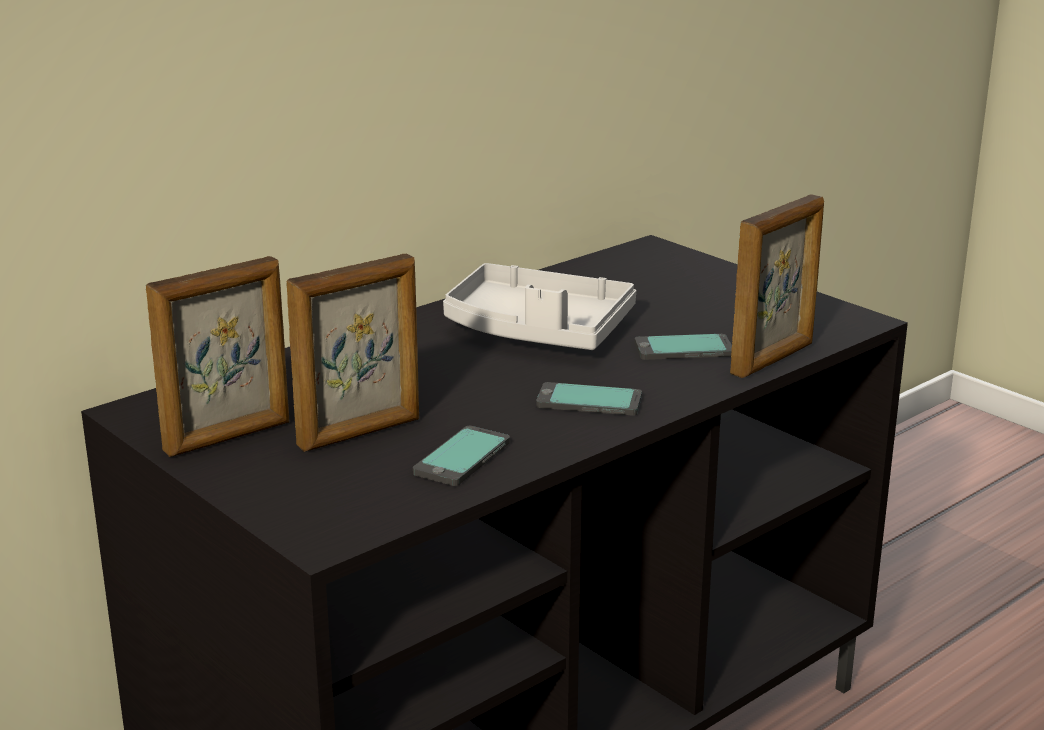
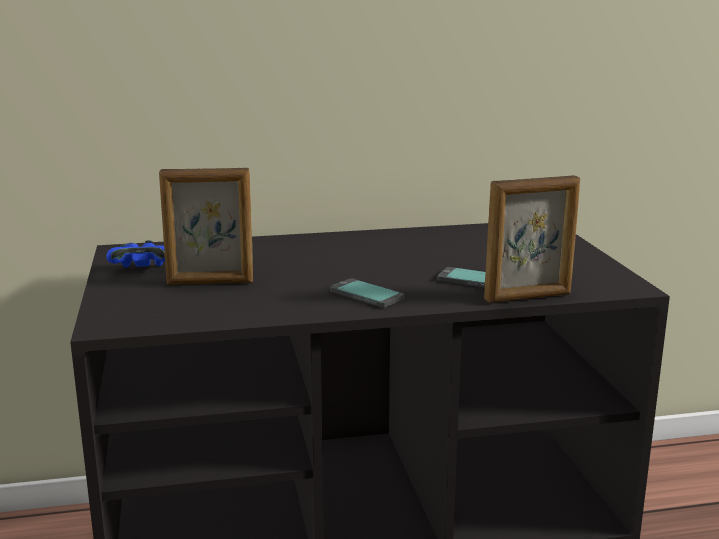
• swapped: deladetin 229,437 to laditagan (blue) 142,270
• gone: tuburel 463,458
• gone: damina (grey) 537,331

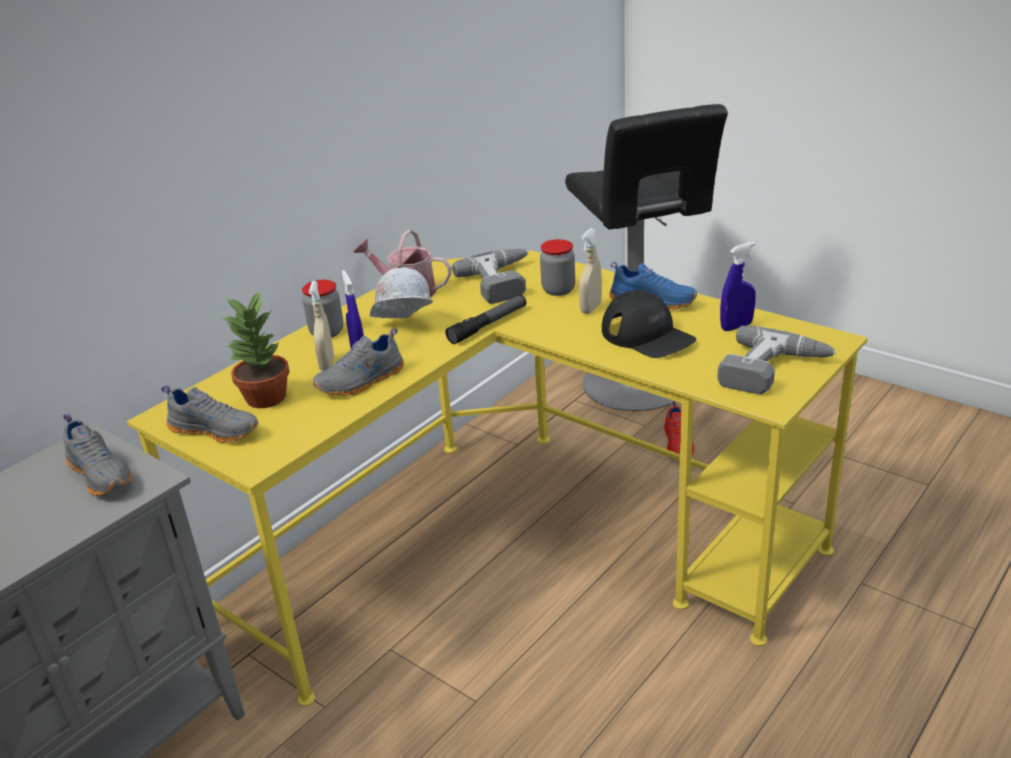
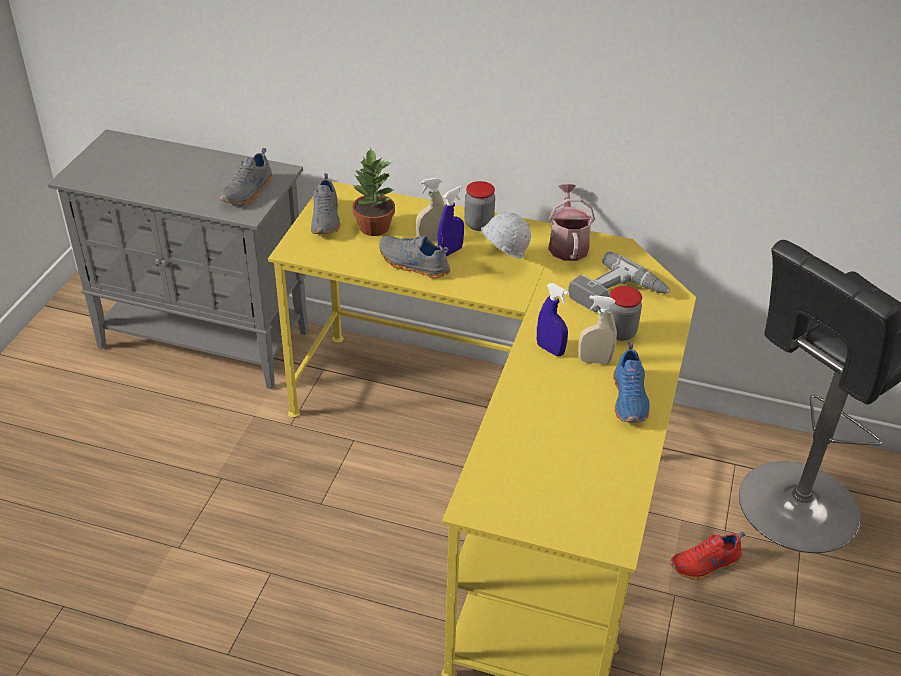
• gone: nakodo 488,325
• gone: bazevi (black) 647,336
• gone: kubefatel 774,371
• shifted: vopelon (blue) 736,326 to 550,349

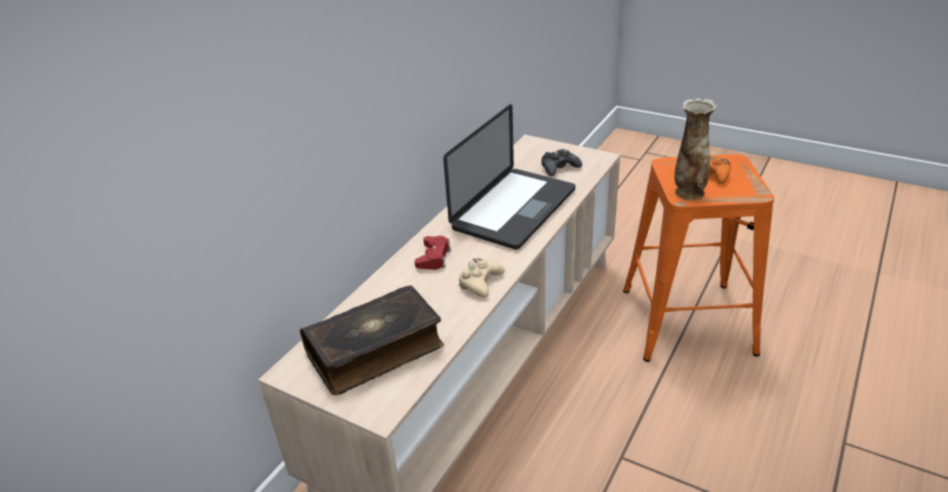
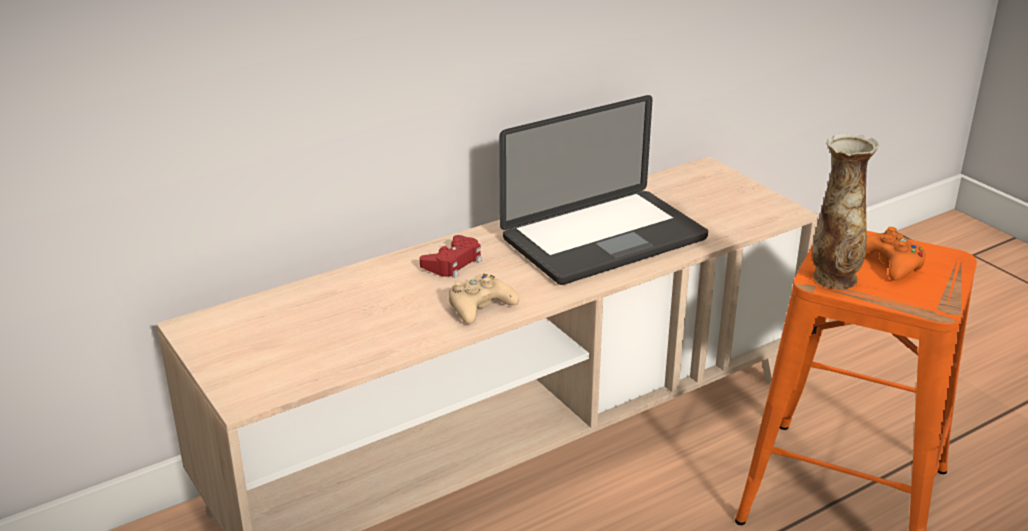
• gone: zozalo 375,350
• gone: laditagan (black) 559,167

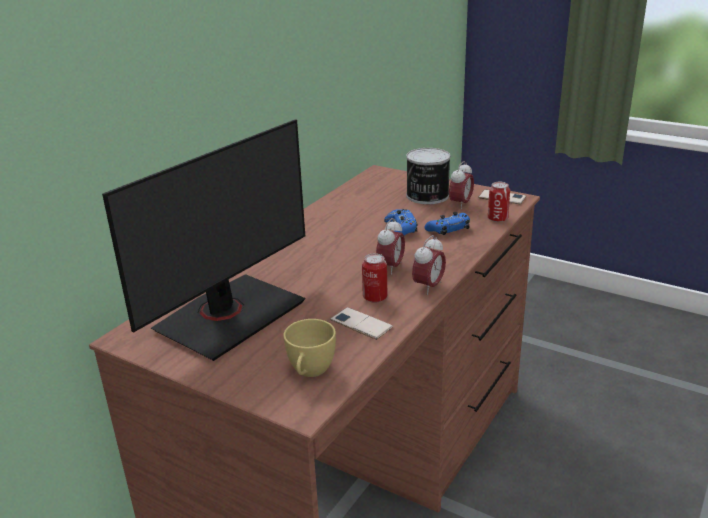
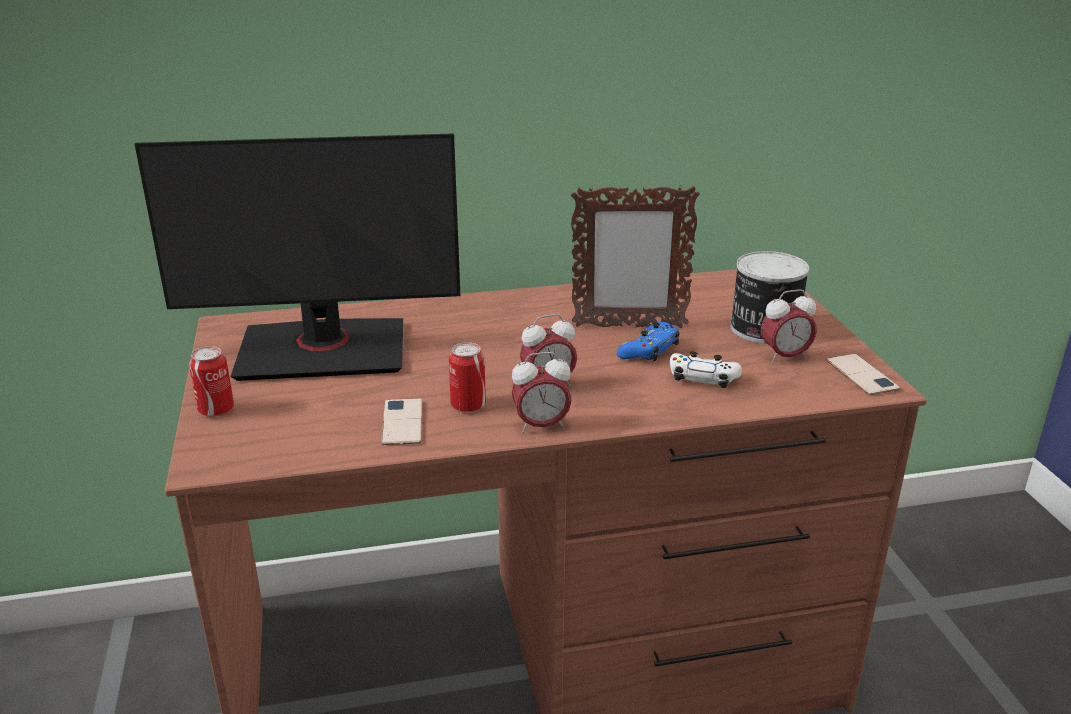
• gone: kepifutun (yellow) 310,372
• repainted: laditagan (blue) 448,229 to laditagan (white) 703,378
• shifted: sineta 497,219 to 216,409
• new: deladetin 628,326

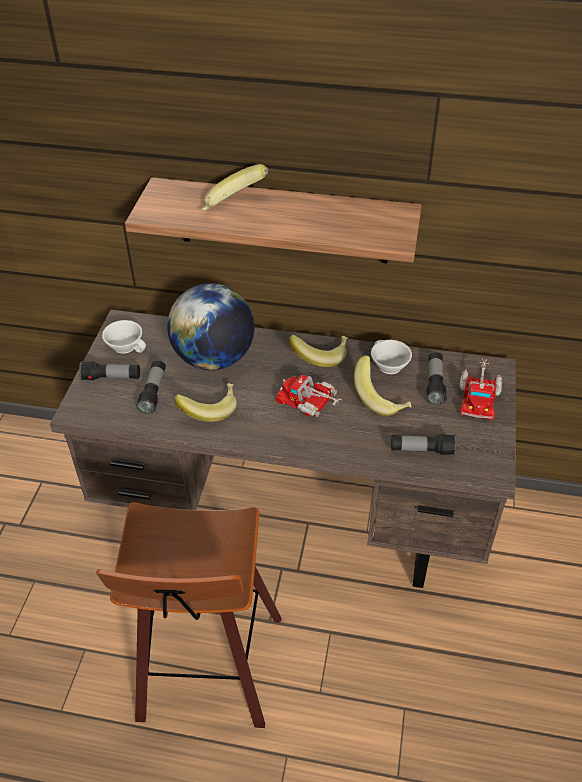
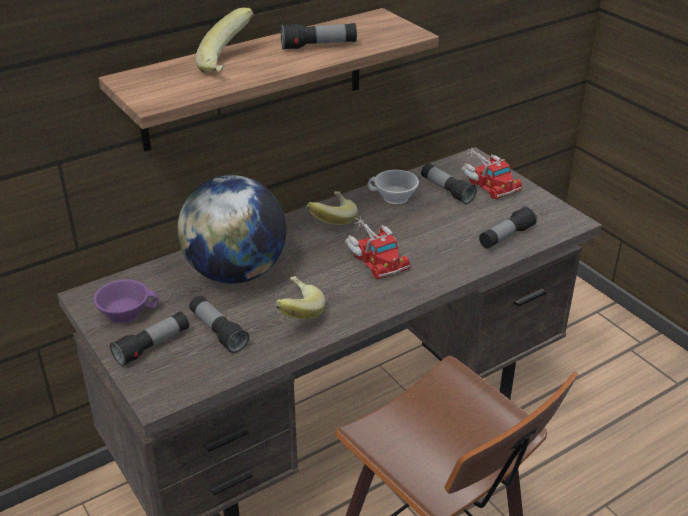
• repainted: kepifutun (white) 126,345 to kepifutun (purple) 126,312
• rotated: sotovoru 310,403 = 375,256 105 degrees counterclockwise
• gone: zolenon 381,398
• new: nakodo 319,46

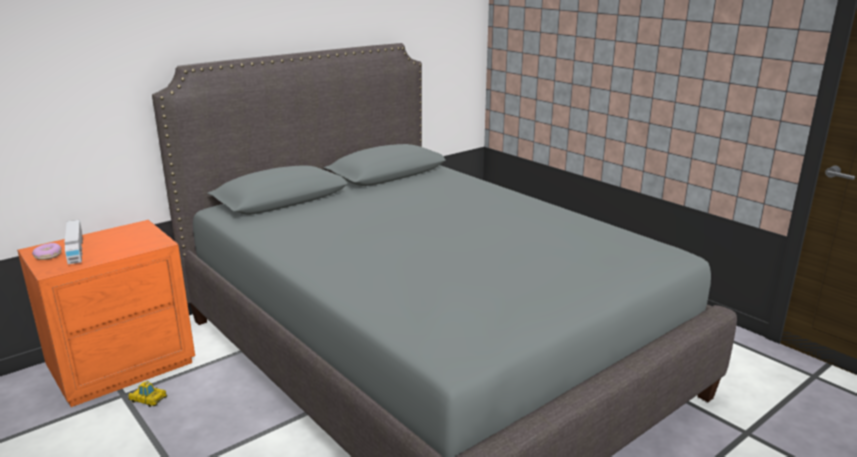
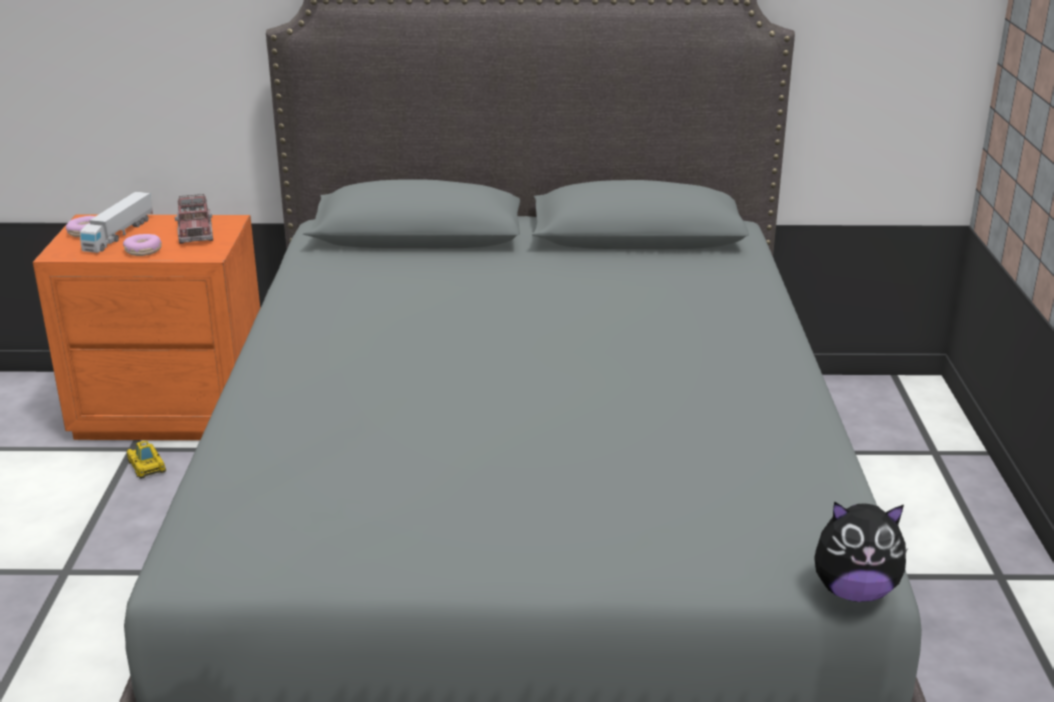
• new: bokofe 143,251
• new: sotovoru 195,232
• new: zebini 854,591

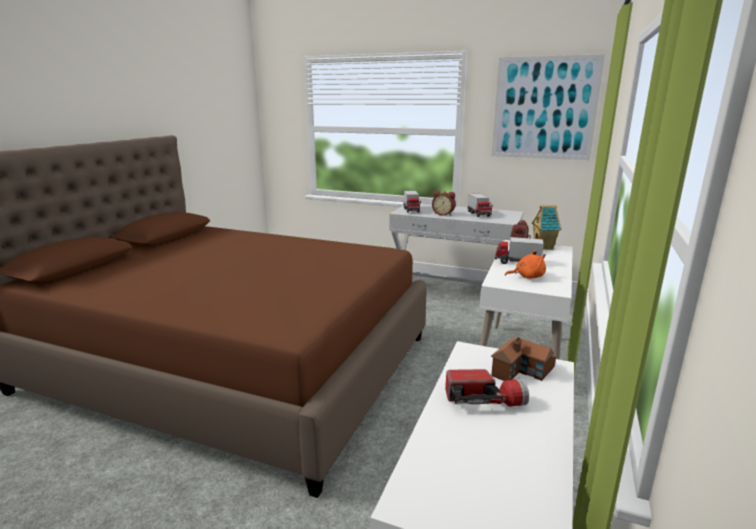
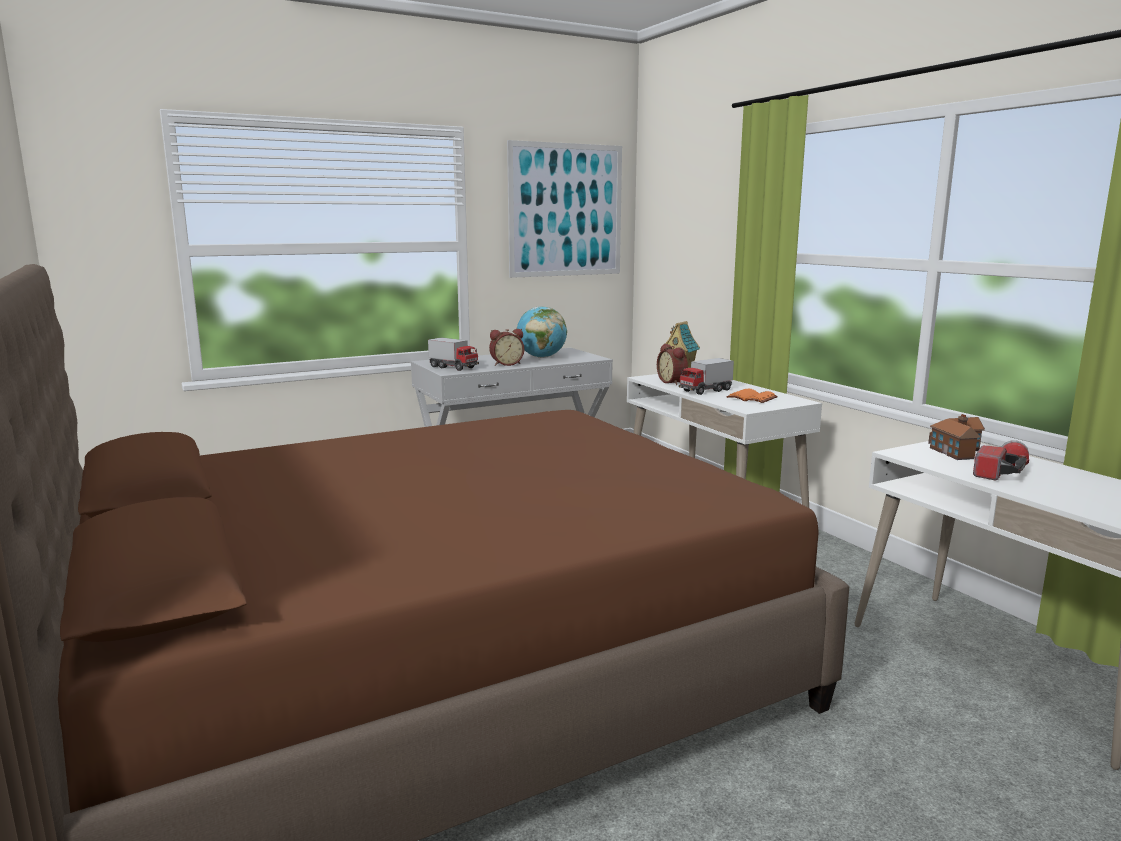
• swapped: sotovoru 479,214 to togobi 541,357
• swapped: zebini (orange) 527,277 to zozalo (orange) 750,398

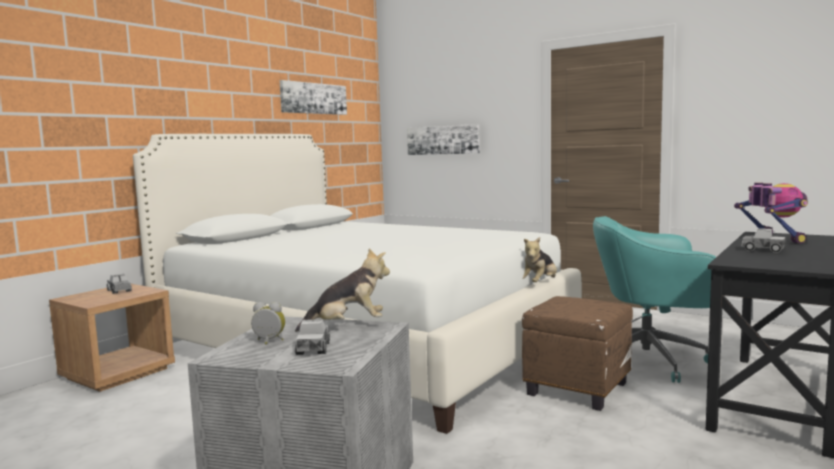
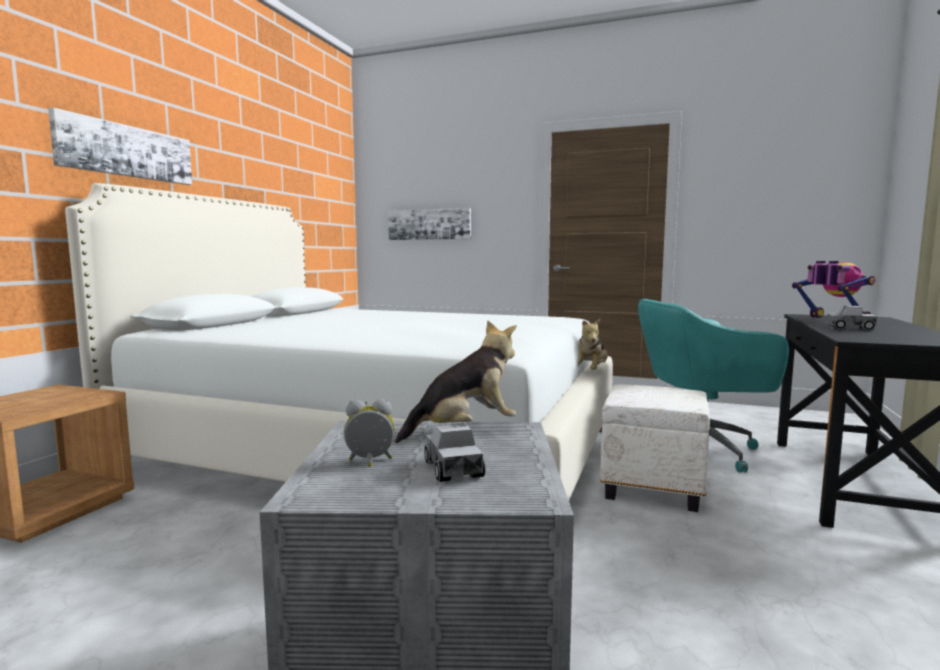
• gone: sotovoru 119,290
• shifted: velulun 313,98 to 126,151
• repainted: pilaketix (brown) 577,388 to pilaketix (white) 651,486

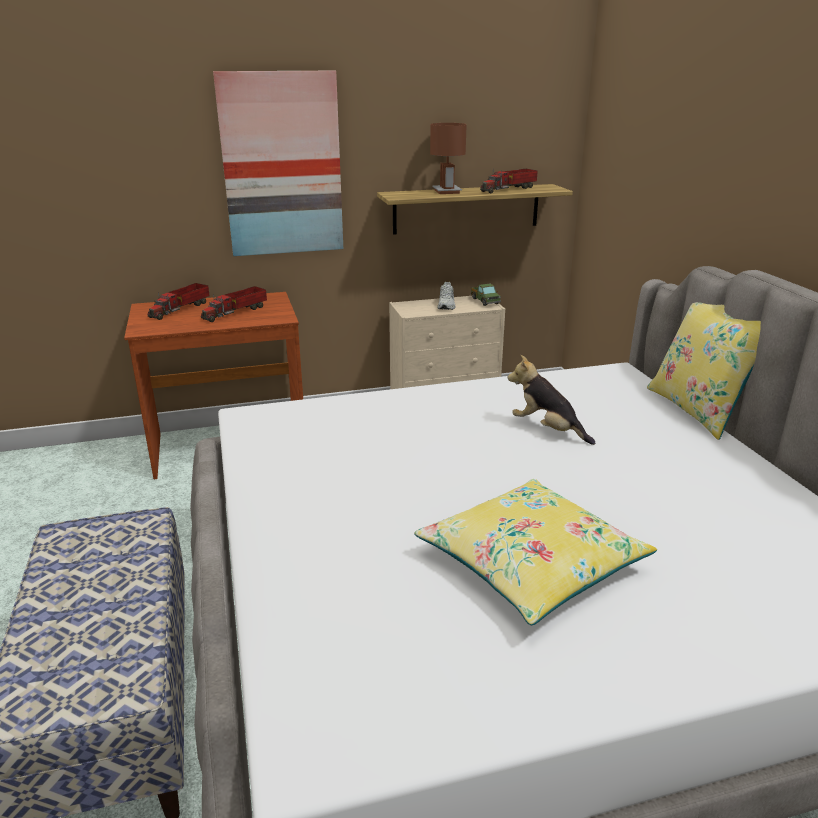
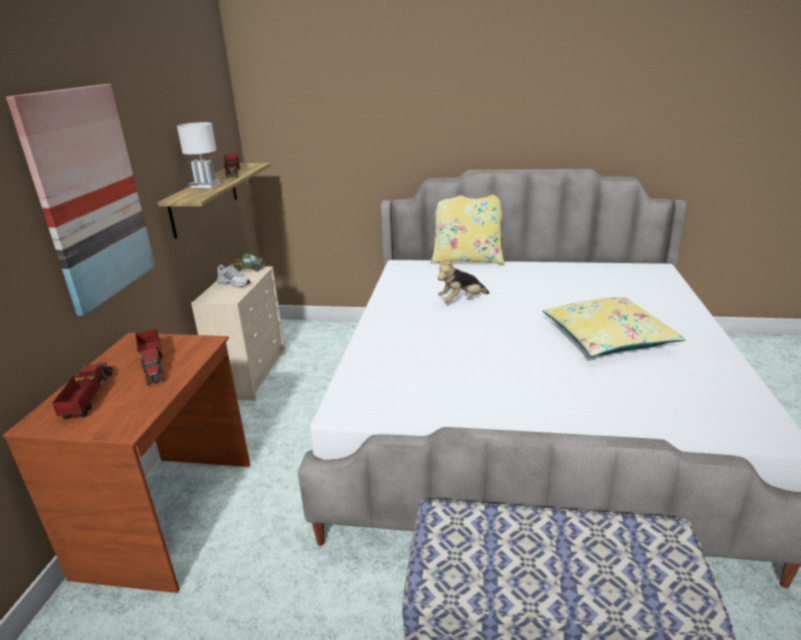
• rotated: sotovoru 181,309 = 88,397 150 degrees counterclockwise
• repainted: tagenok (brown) 446,191 to tagenok (white) 205,185

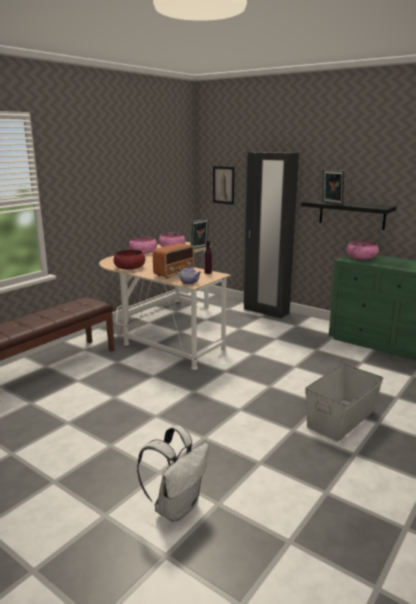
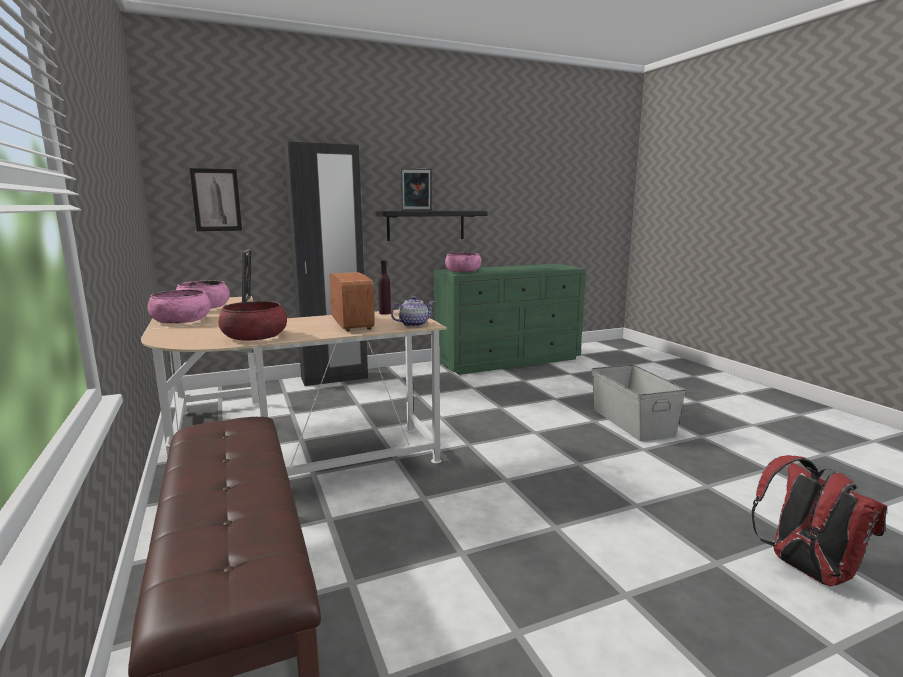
• repainted: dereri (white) 176,507 to dereri (red) 805,570

